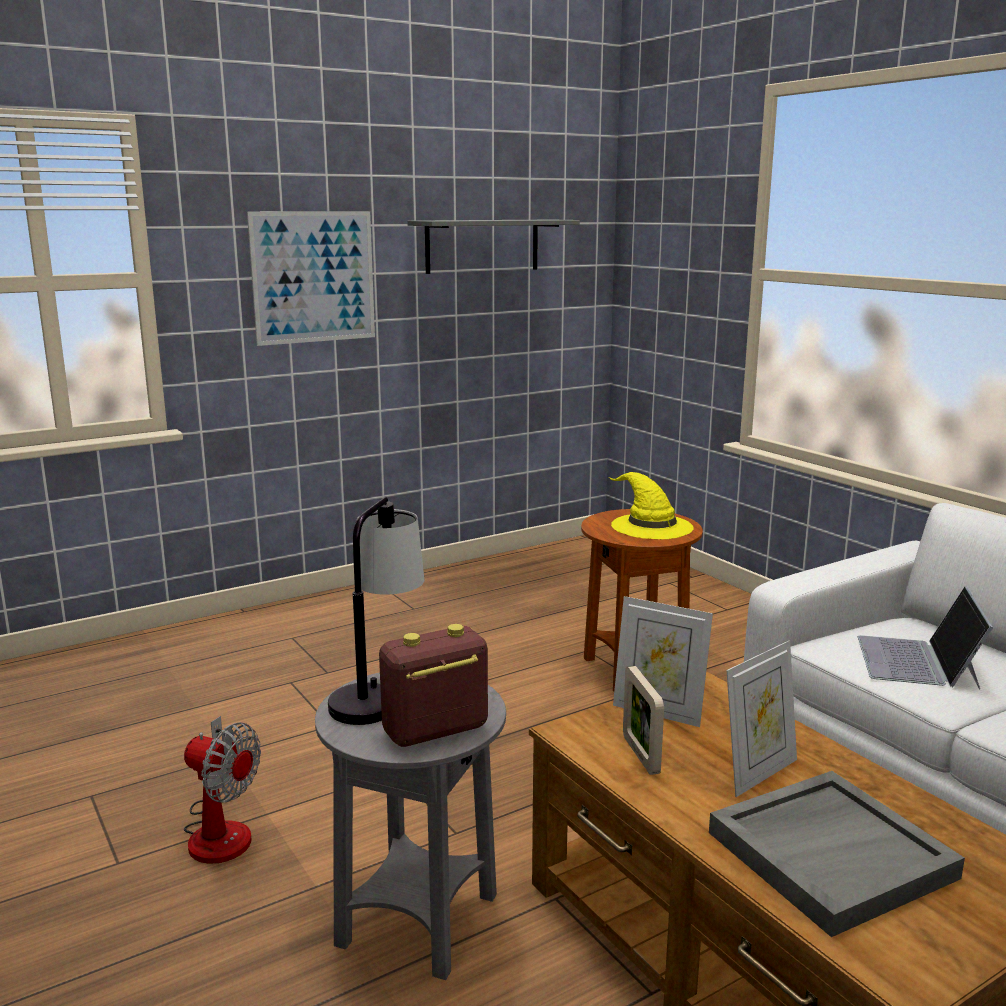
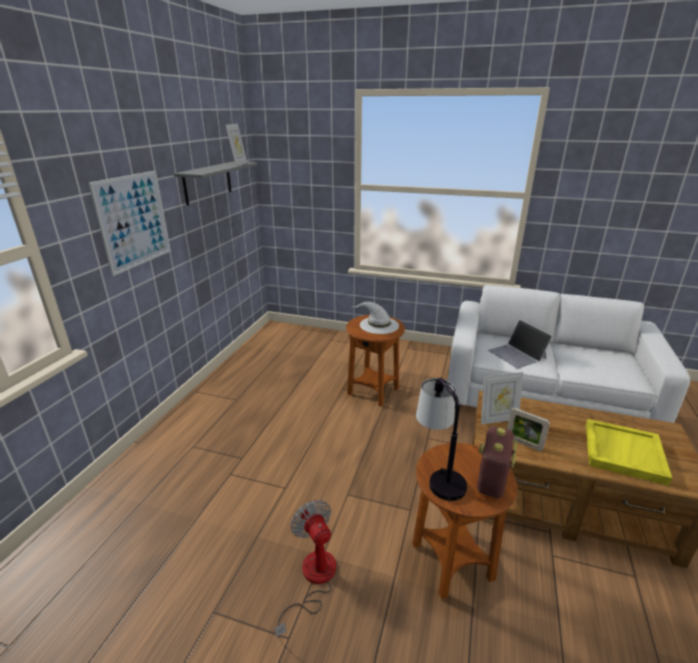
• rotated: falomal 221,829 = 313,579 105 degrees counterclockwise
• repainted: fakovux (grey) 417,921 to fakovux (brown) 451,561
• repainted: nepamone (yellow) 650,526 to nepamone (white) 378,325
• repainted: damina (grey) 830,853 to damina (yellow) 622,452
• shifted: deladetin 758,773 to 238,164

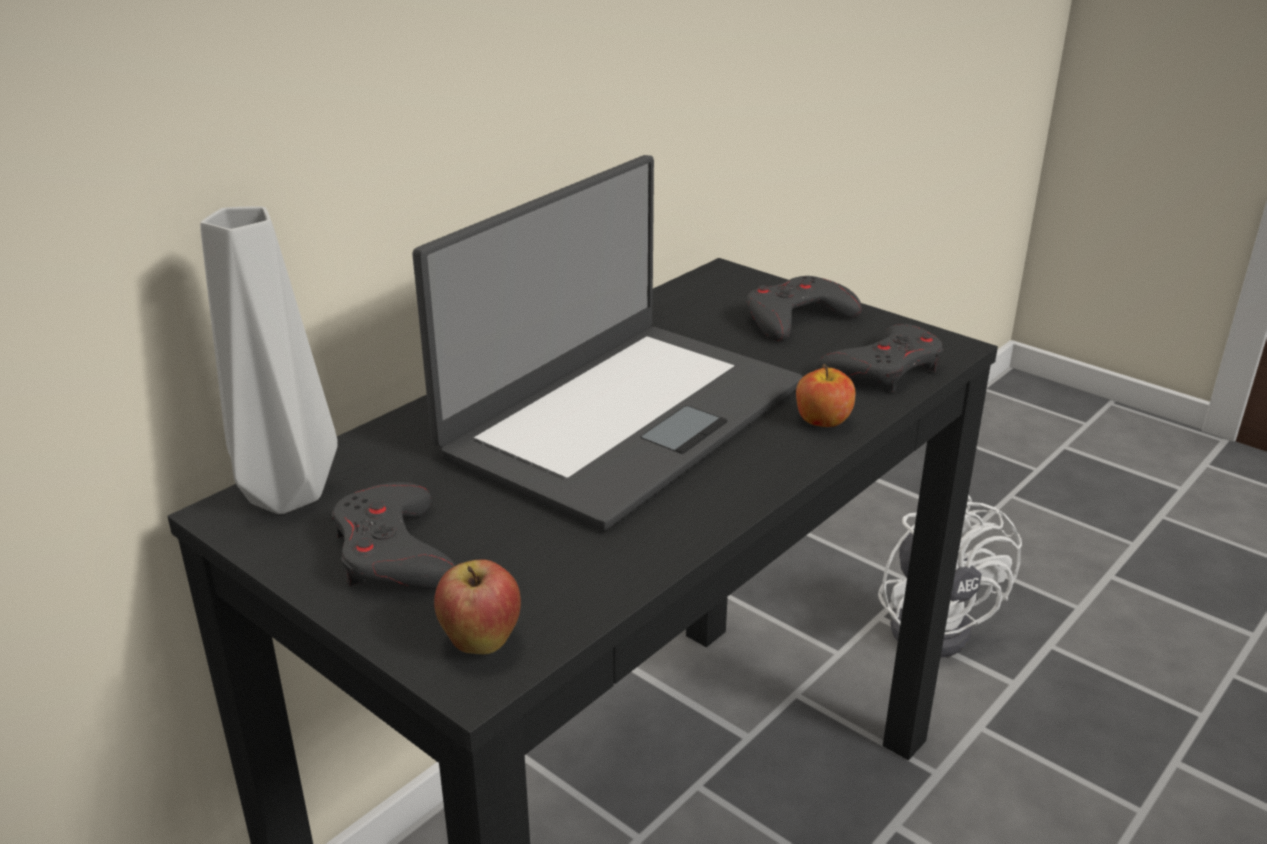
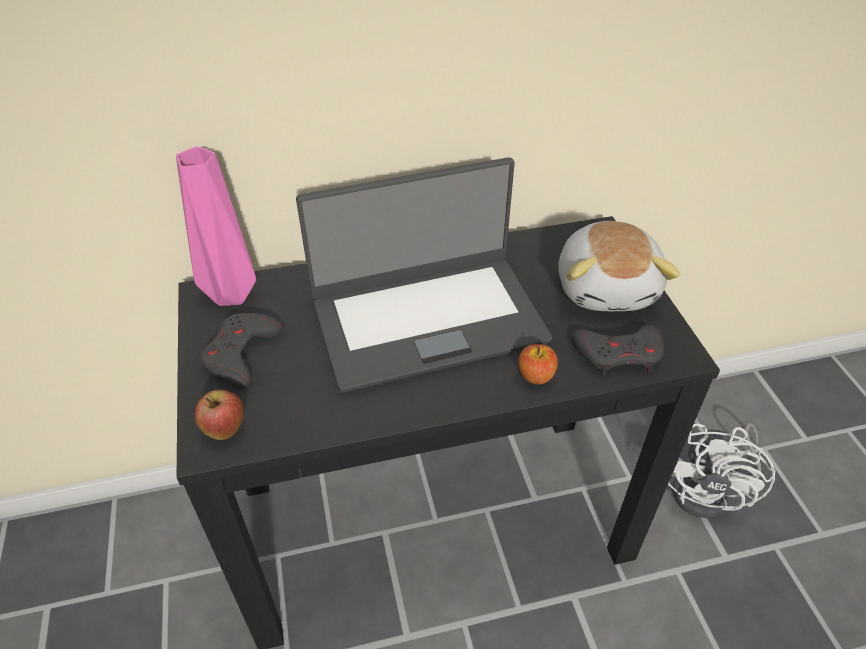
• repainted: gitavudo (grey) 289,497 to gitavudo (pink) 231,296
• swapped: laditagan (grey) 796,318 to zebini 607,287

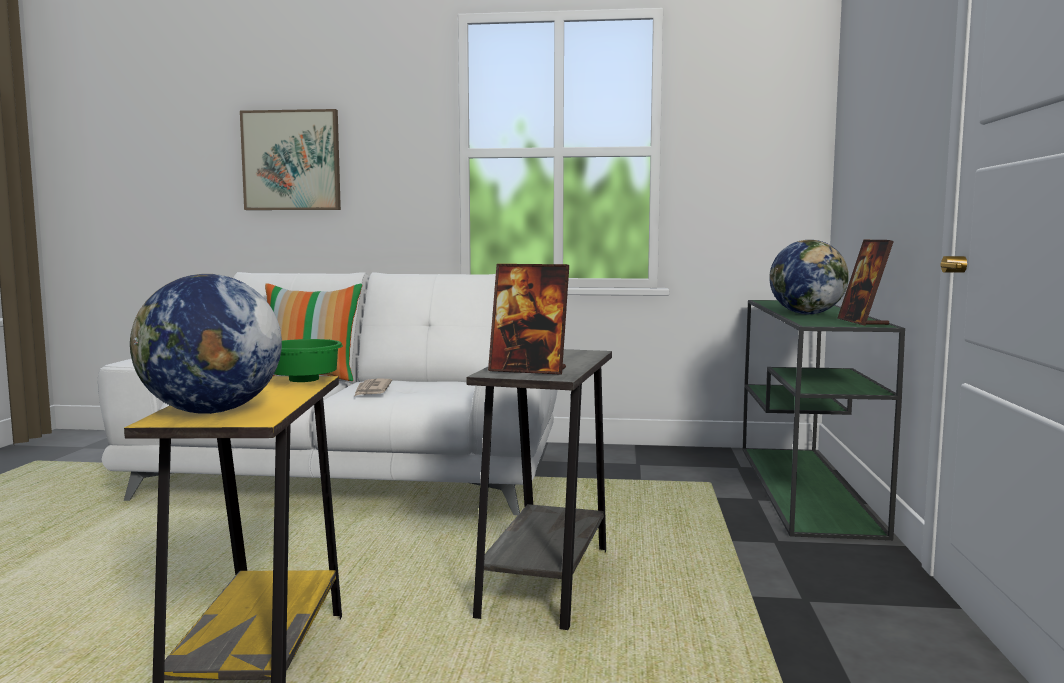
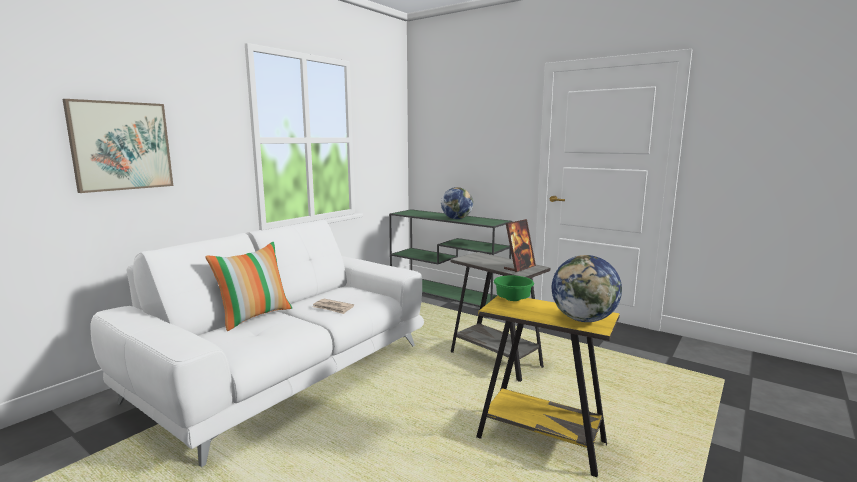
• gone: deladetin 862,322

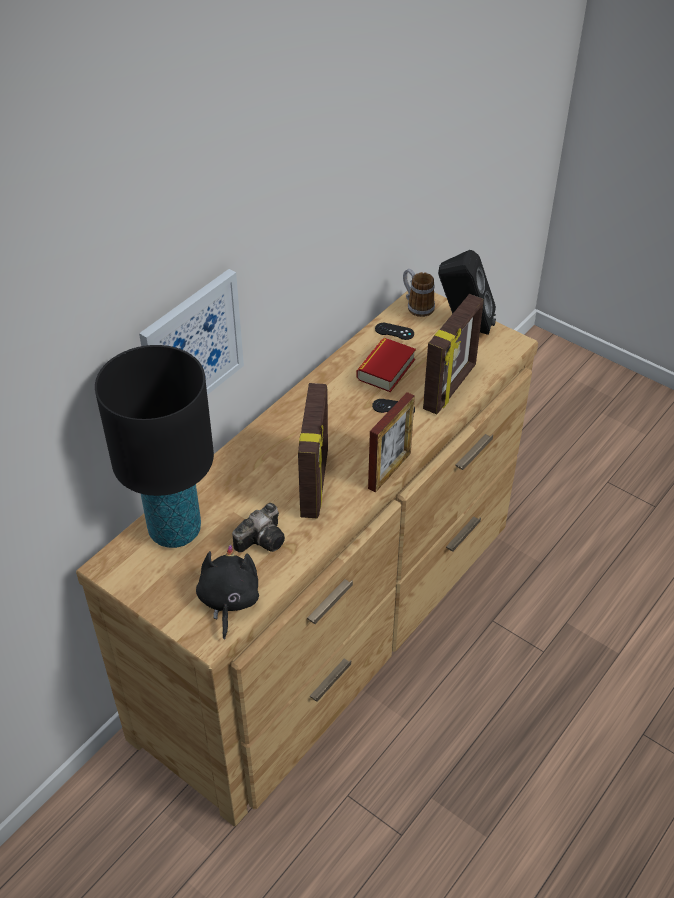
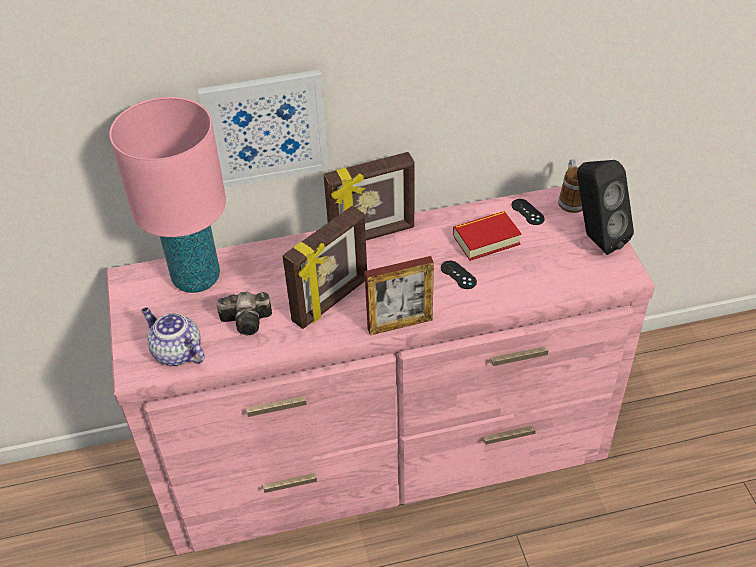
• repainted: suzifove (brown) 334,622 to suzifove (pink) 384,451
• repainted: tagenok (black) 174,530 to tagenok (pink) 196,277
• swapped: zebini (black) 228,601 to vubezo 176,352
• shifted: deladetin 451,388 to 372,235

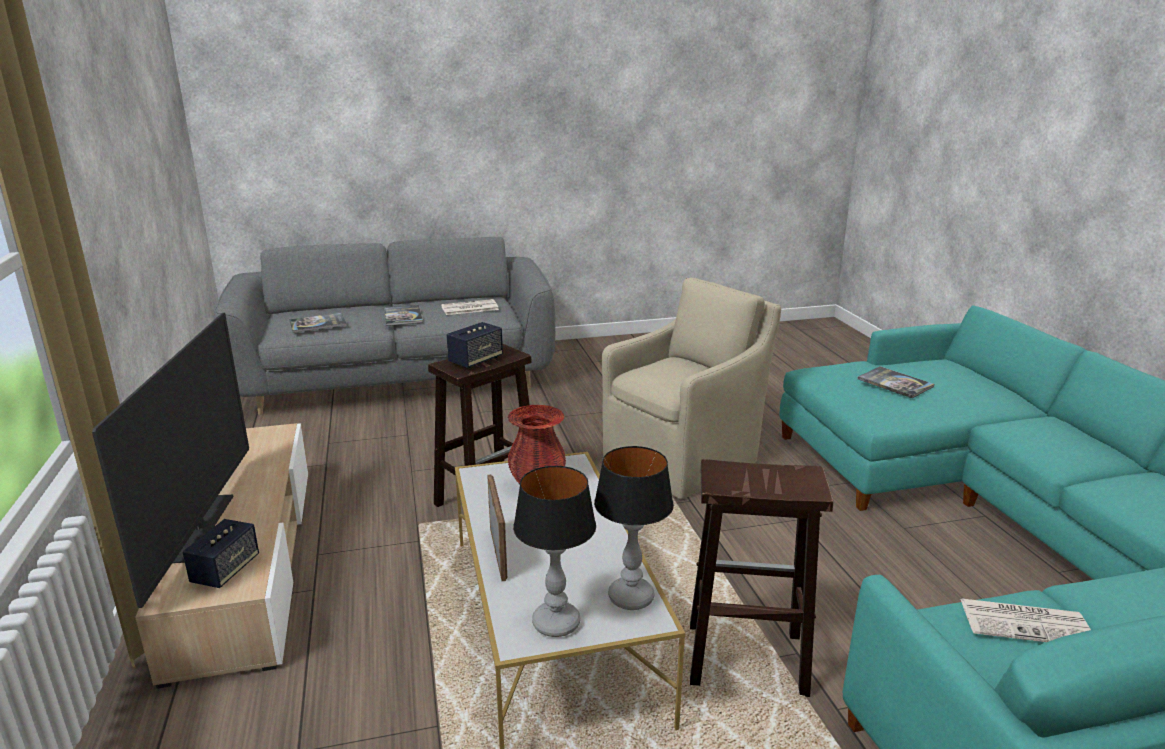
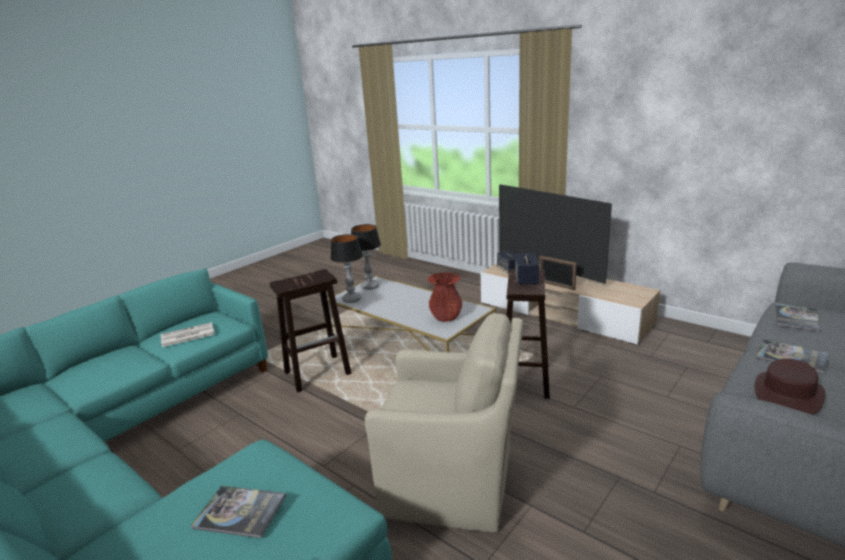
• swapped: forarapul 469,308 to nepamone (brown) 787,394
• shifted: deladetin 498,553 to 556,285
• rotated: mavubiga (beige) 684,459 = 452,484 90 degrees counterclockwise

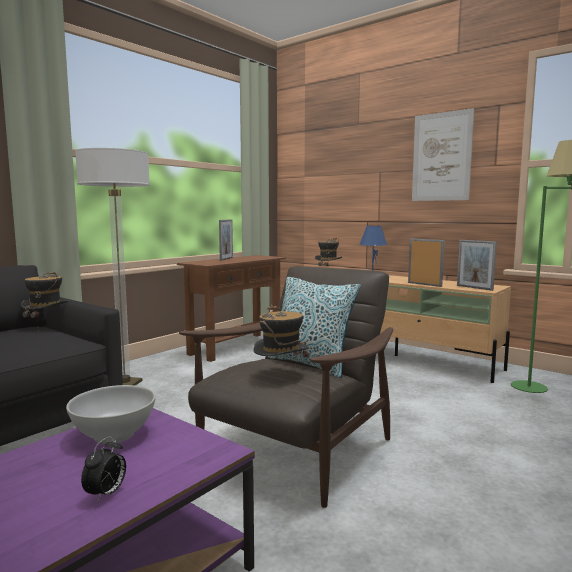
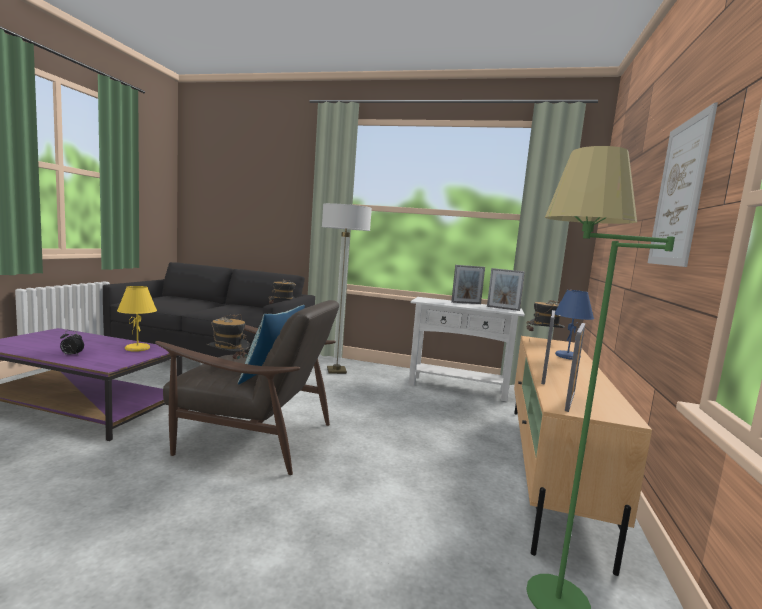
• swapped: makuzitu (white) 114,435 to tagenok (yellow) 137,349
• repainted: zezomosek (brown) 236,346 to zezomosek (white) 457,388
• new: deladetin 503,308

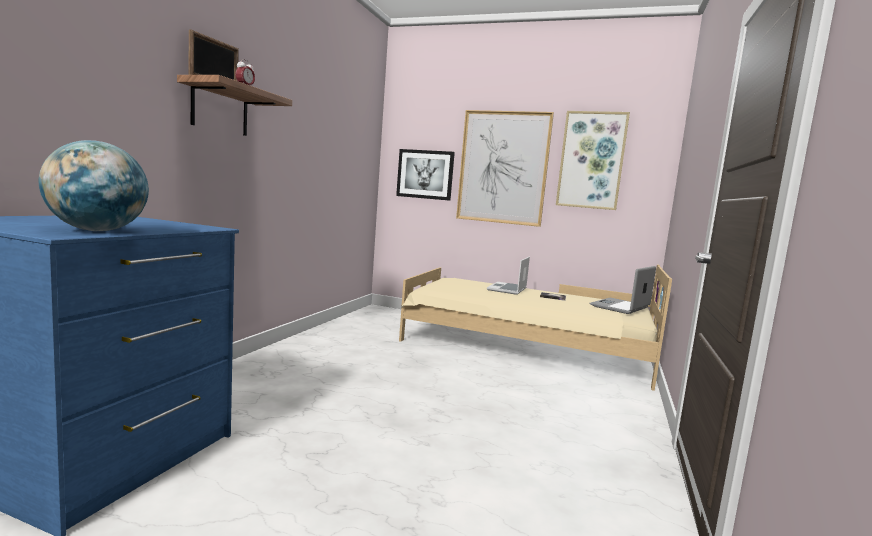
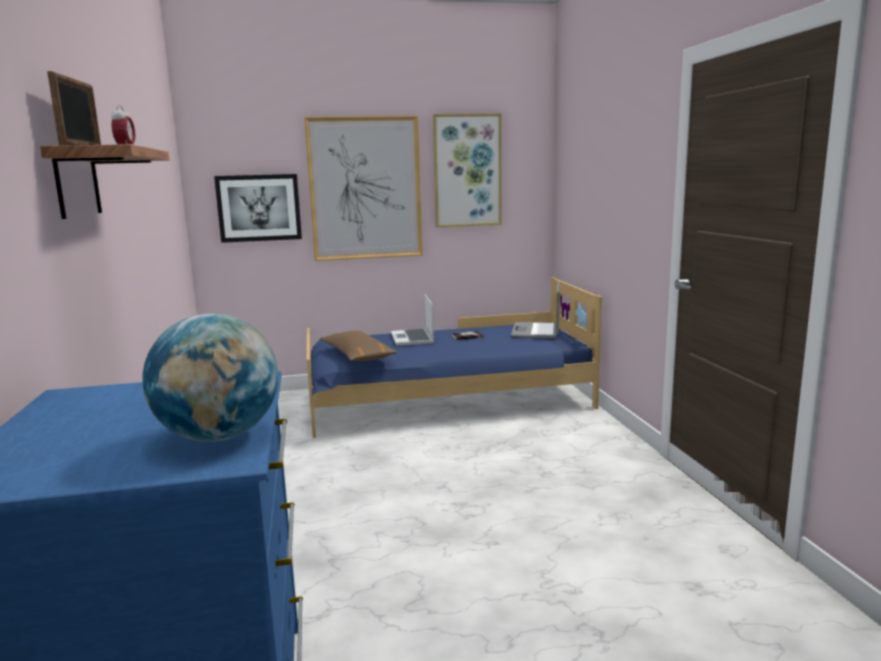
• repainted: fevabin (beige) 523,348 to fevabin (blue) 446,401
• new: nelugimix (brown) 357,356

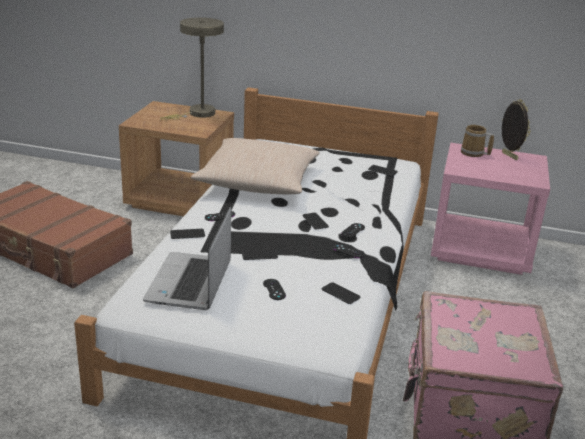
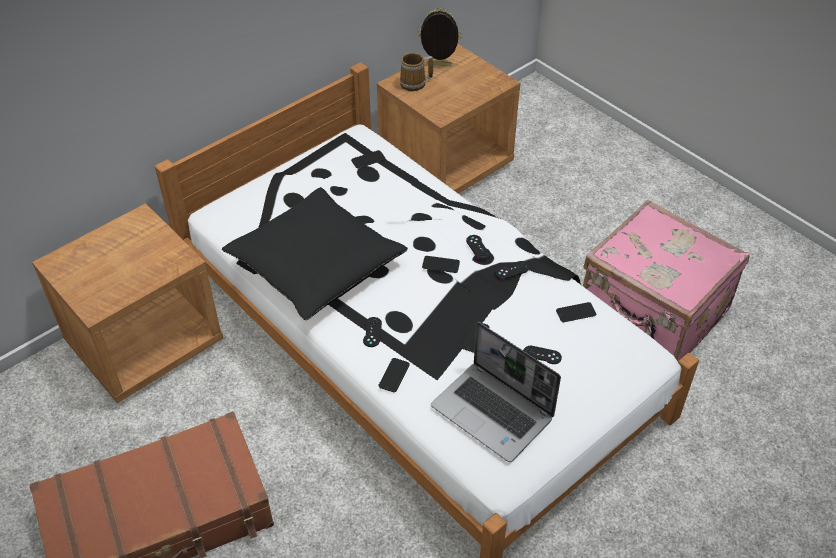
• gone: tagenok (beige) 198,114
• repainted: nelugimix (beige) 258,181 to nelugimix (black) 316,265
• repainted: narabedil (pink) 481,250 to narabedil (brown) 446,164

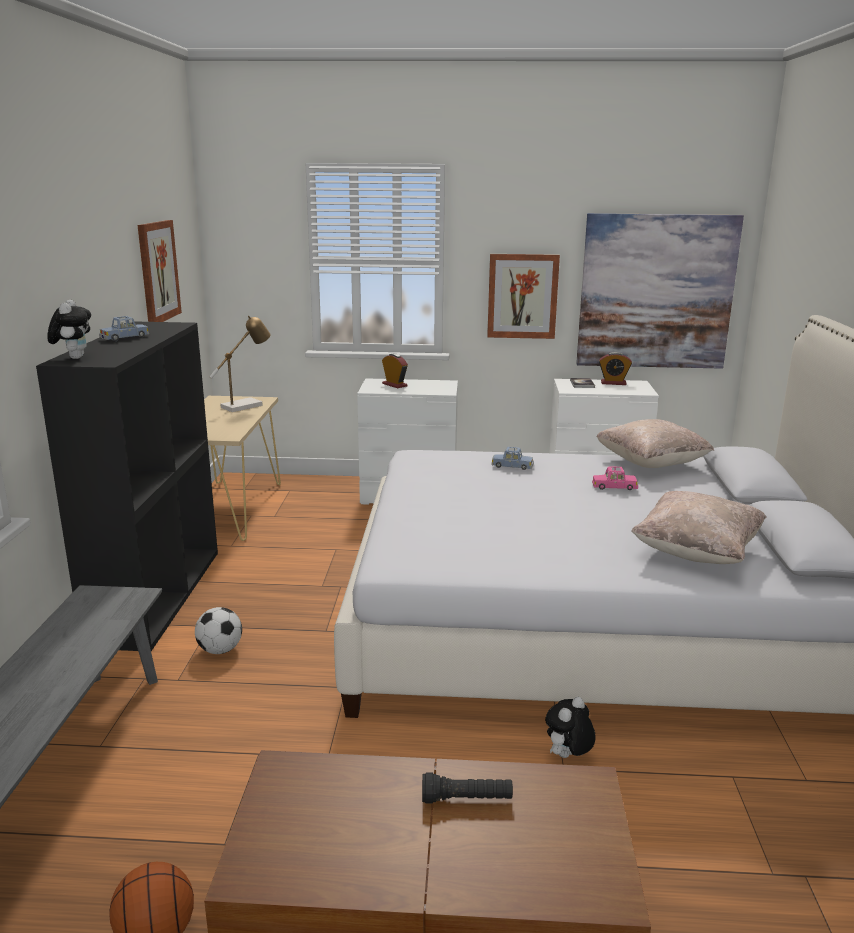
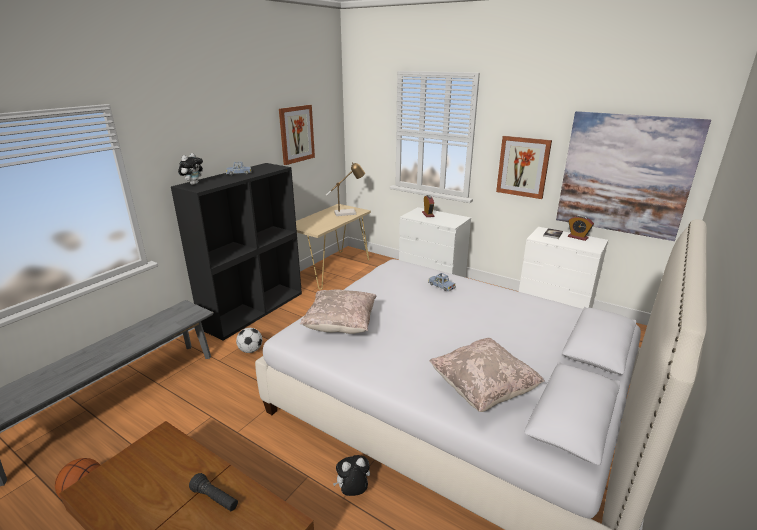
• gone: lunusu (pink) 614,487
• shifted: nelugimix (beige) 651,464 to 340,326

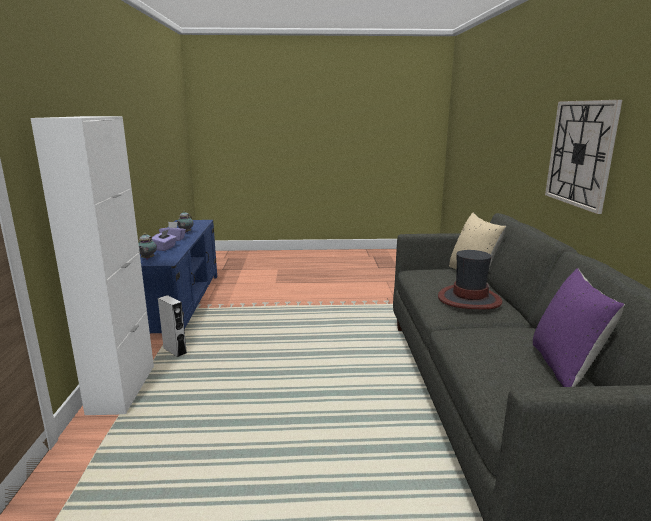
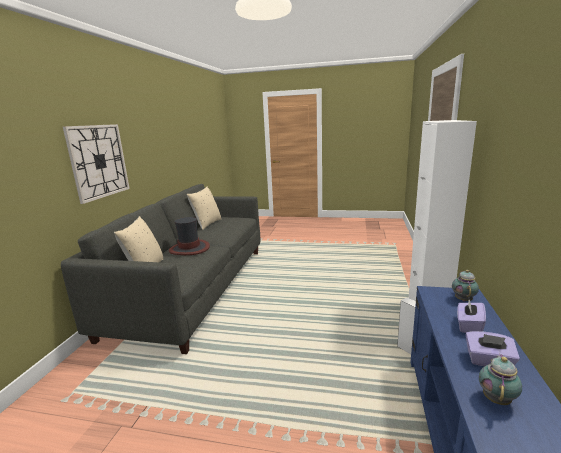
• repainted: nelugimix (purple) 565,368 to nelugimix (beige) 207,224

